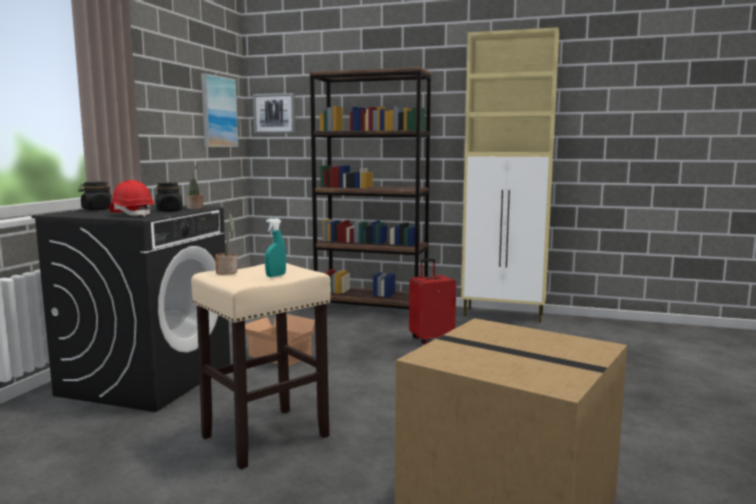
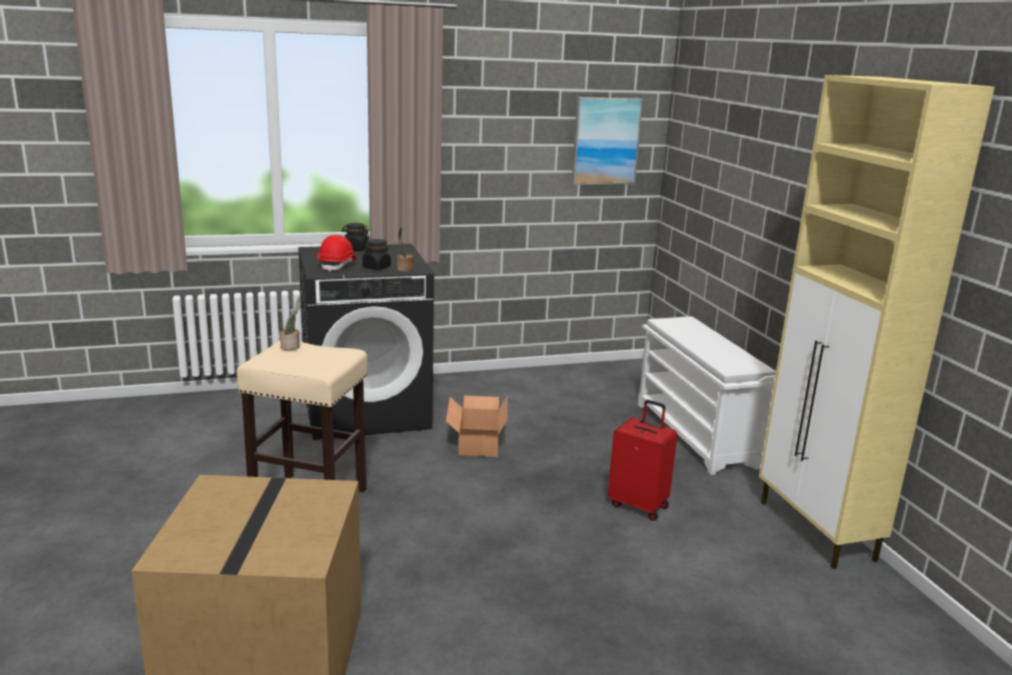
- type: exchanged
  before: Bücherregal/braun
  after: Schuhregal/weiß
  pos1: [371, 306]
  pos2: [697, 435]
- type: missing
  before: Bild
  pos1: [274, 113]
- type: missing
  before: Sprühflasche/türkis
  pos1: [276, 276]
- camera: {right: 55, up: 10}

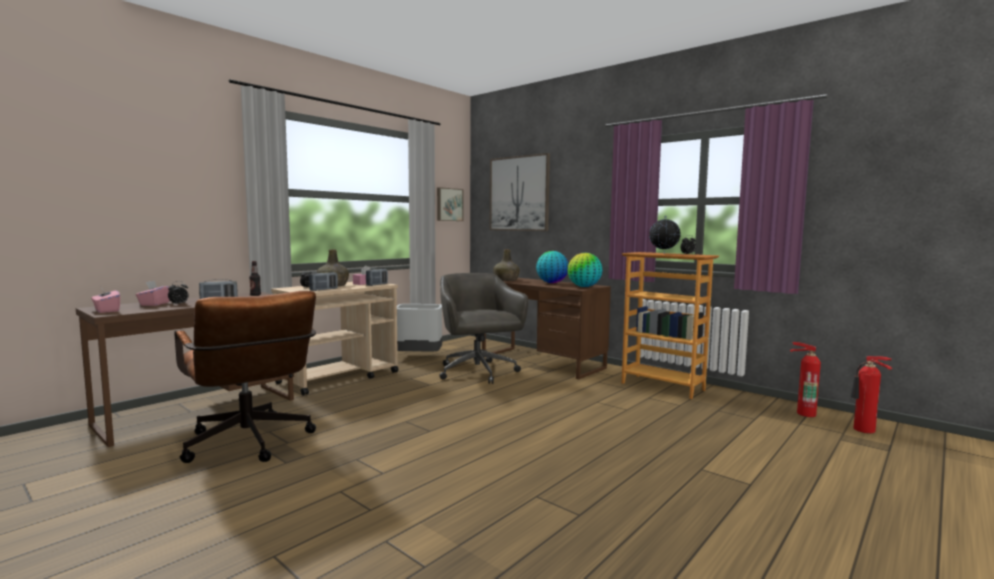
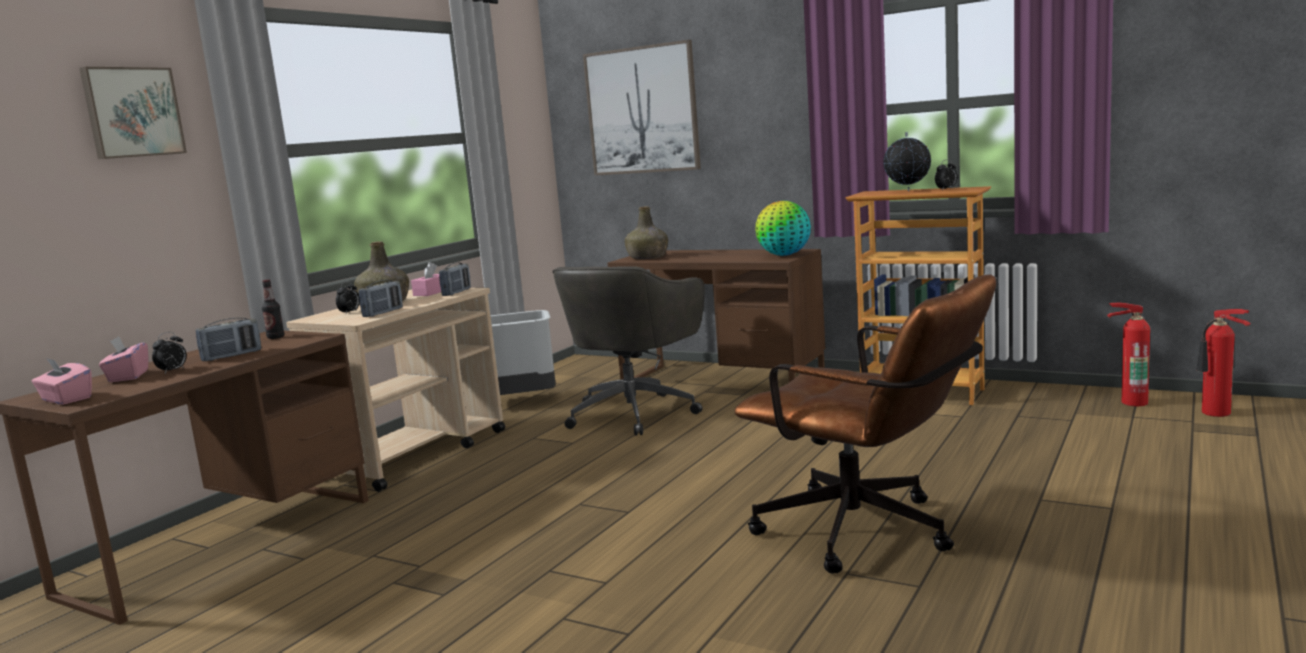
- type: relocated
  before: Bild
  pos1: [449, 204]
  pos2: [132, 112]
- type: spun
  before: Bürostuhl/grau
  pos1: [478, 373]
  pos2: [634, 413]
  turn: -120
- type: relocated
  before: Bürostuhl/braun
  pos1: [250, 445]
  pos2: [869, 534]
- type: missing
  before: Globus
  pos1: [551, 283]
- camera: {right: -10, up: 5}

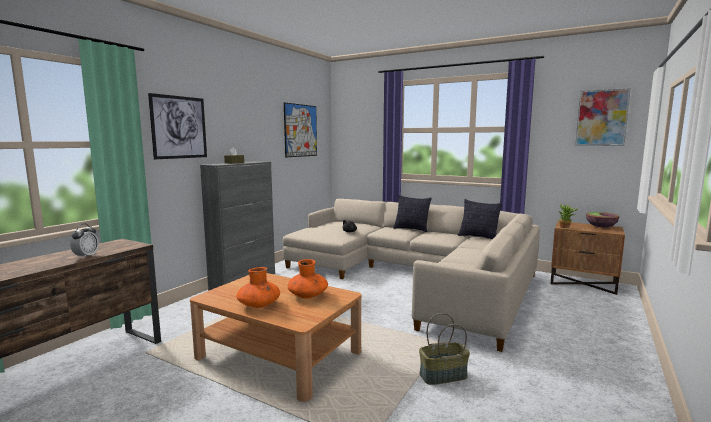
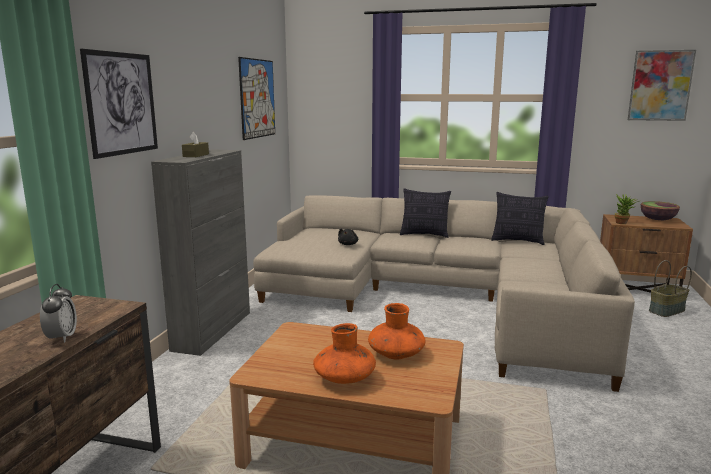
- type: relocated
  before: Korb
  pos1: [443, 376]
  pos2: [667, 311]
- camera: {right: -15, up: 5}

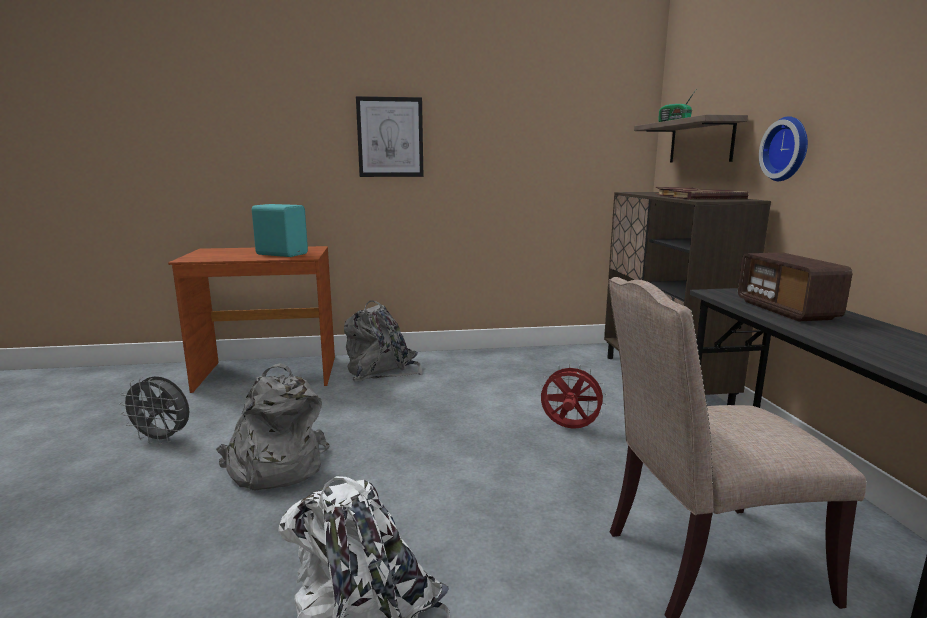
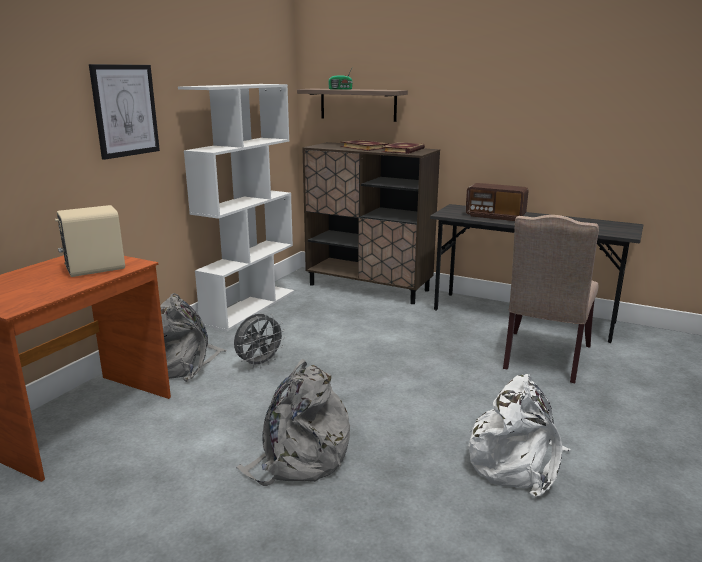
- type: colour
  before: Lautsprecher/türkis
  after: Lautsprecher/beige
  pos1: [282, 254]
  pos2: [94, 269]
- type: appeared
  after: Bücherregal/weiß
  pos2: [250, 307]
- type: relocated
  before: Ventilator/grau
  pos1: [162, 439]
  pos2: [259, 364]
- type: missing
  before: Ventilator/rot
  pos1: [569, 429]
- type: missing
  before: Wanduhr
  pos1: [788, 149]
- camera: {right: -55, up: 5}

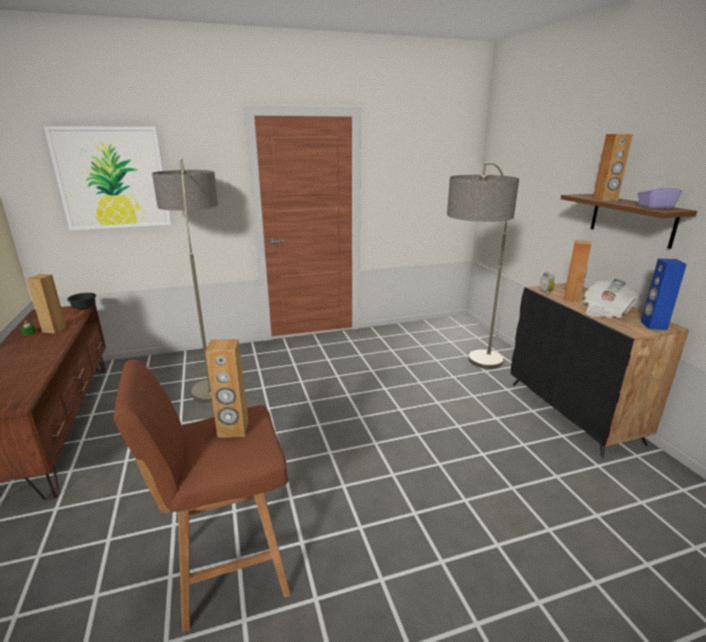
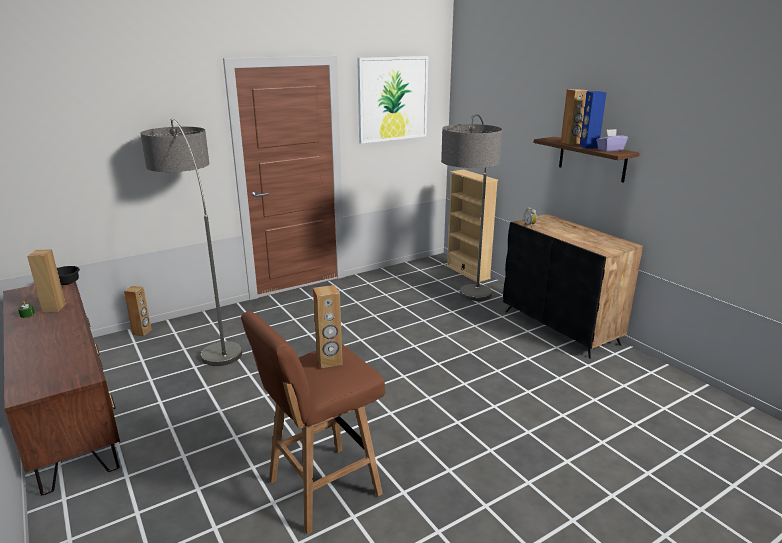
- type: relocated
  before: Lautsprecher/braun
  pos1: [571, 298]
  pos2: [142, 332]
- type: relocated
  before: Bild
  pos1: [112, 178]
  pos2: [392, 99]
- type: appeared
  after: Bücherregal/beige
  pos2: [468, 272]
- type: relocated
  before: Lautsprecher/blau
  pos1: [653, 325]
  pos2: [588, 147]
- type: missing
  before: Zeitung
  pos1: [605, 311]
- camera: {right: -15, up: 0}

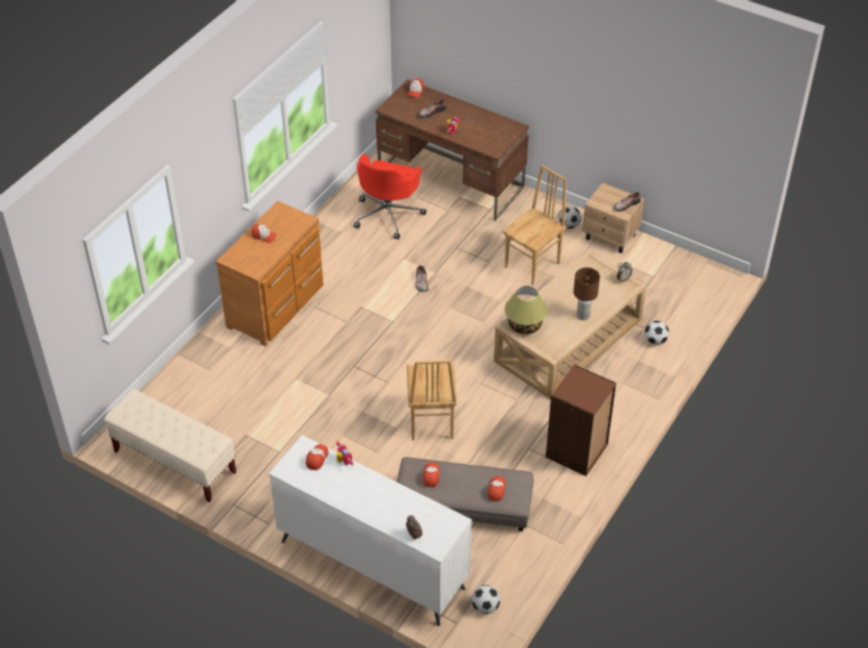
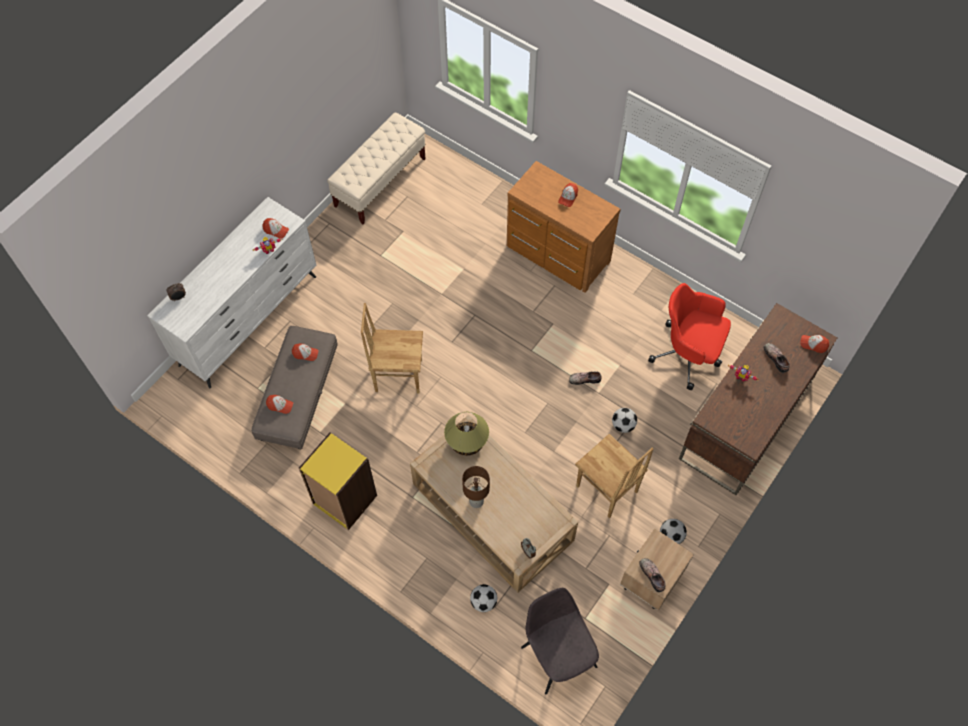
- type: colour
  before: Bücherregal/braun
  after: Bücherregal/gelb
  pos1: [577, 451]
  pos2: [344, 500]
- type: appeared
  after: Stuhl/grau
  pos2: [558, 655]
- type: relocated
  before: Fußball
  pos1: [485, 607]
  pos2: [623, 425]
- camera: {right: 95, up: 15}

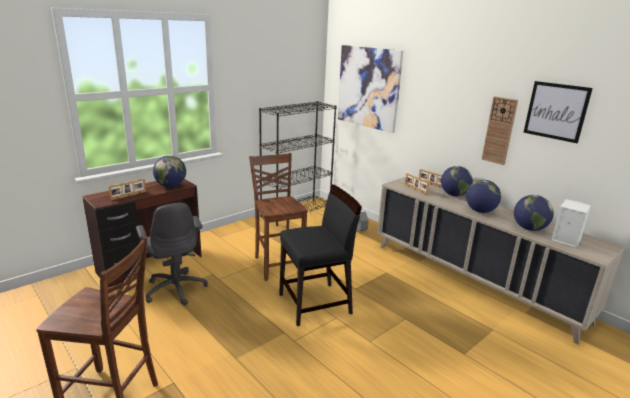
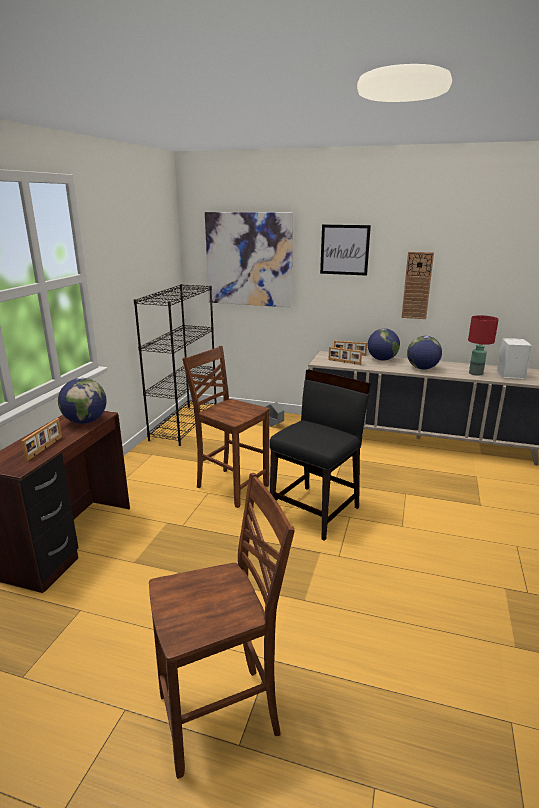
- type: relocated
  before: Bild
  pos1: [556, 111]
  pos2: [344, 250]
- type: exchanged
  before: Globus
  after: Tischlampe/rot
  pos1: [529, 229]
  pos2: [476, 373]
- type: missing
  before: Bürostuhl/grau
  pos1: [176, 288]
- camera: {right: -30, up: 0}

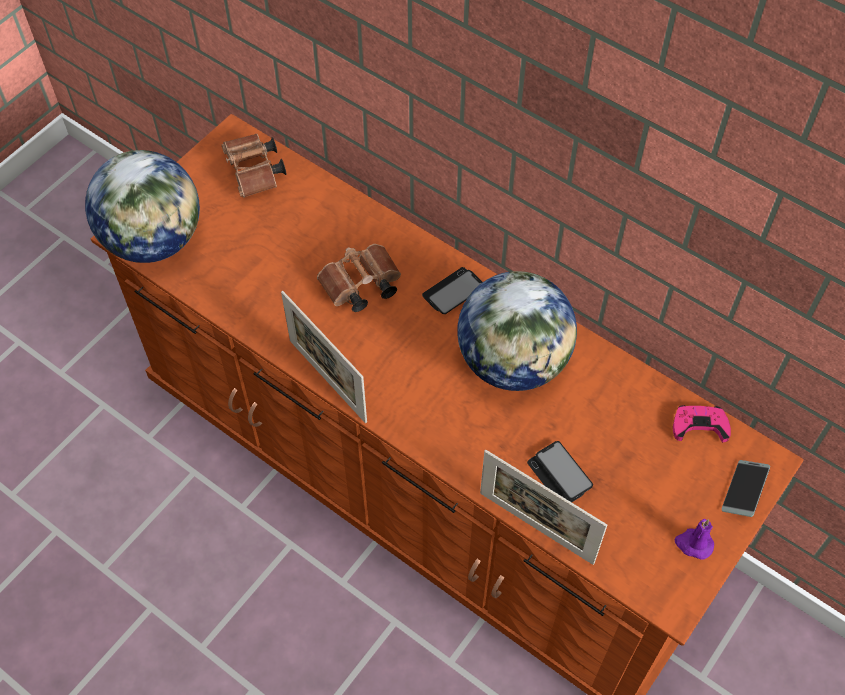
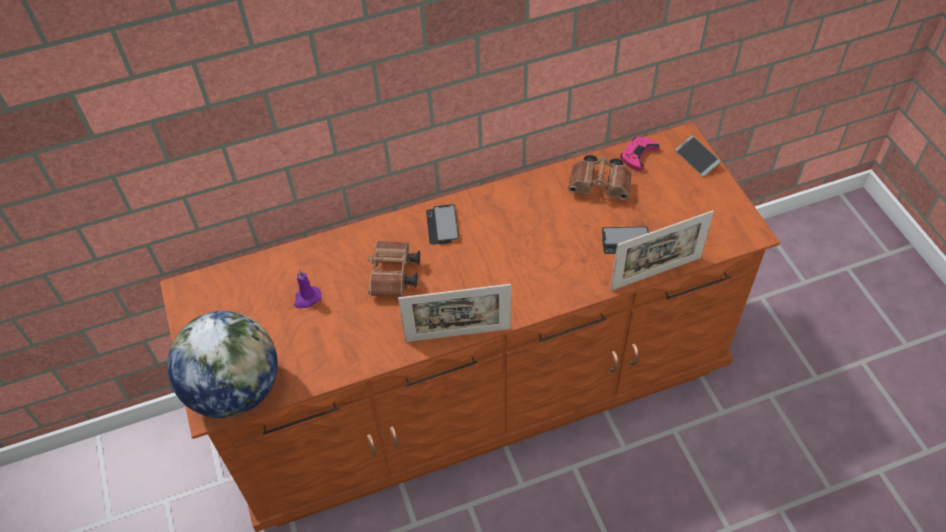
- type: relocated
  before: Kerze/lila
  pos1: [693, 544]
  pos2: [307, 298]
- type: relocated
  before: Fernglas/braun
  pos1: [255, 174]
  pos2: [601, 186]
- type: missing
  before: Globus
  pos1: [513, 361]
- camera: {right: -55, up: -5}

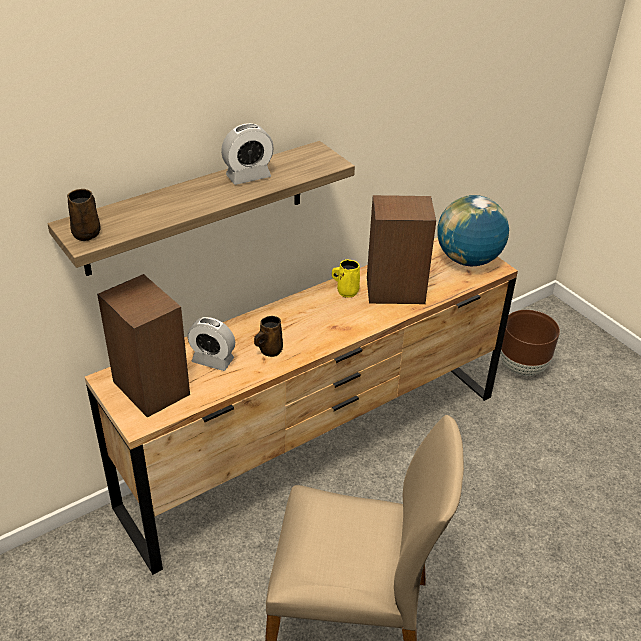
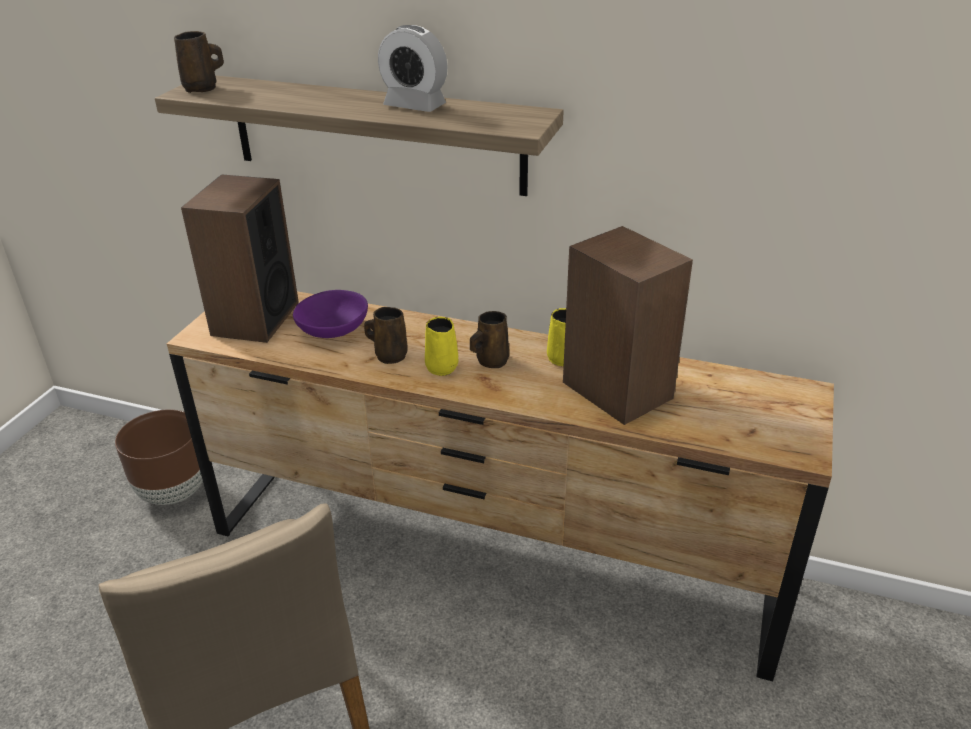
- type: relocated
  before: Pflanzkübel/braun
  pos1: [522, 367]
  pos2: [174, 492]
- type: exchanged
  before: Wecker
  after: Schüssel/lila
  pos1: [213, 360]
  pos2: [334, 331]
- type: appeared
  after: Henkelbecher/gelb
  pos2: [442, 366]
- type: appeared
  after: Henkelbecher/braun
  pos2: [490, 361]
- type: missing
  before: Globus
  pos1: [468, 259]
- camera: {right: 55, up: -5}

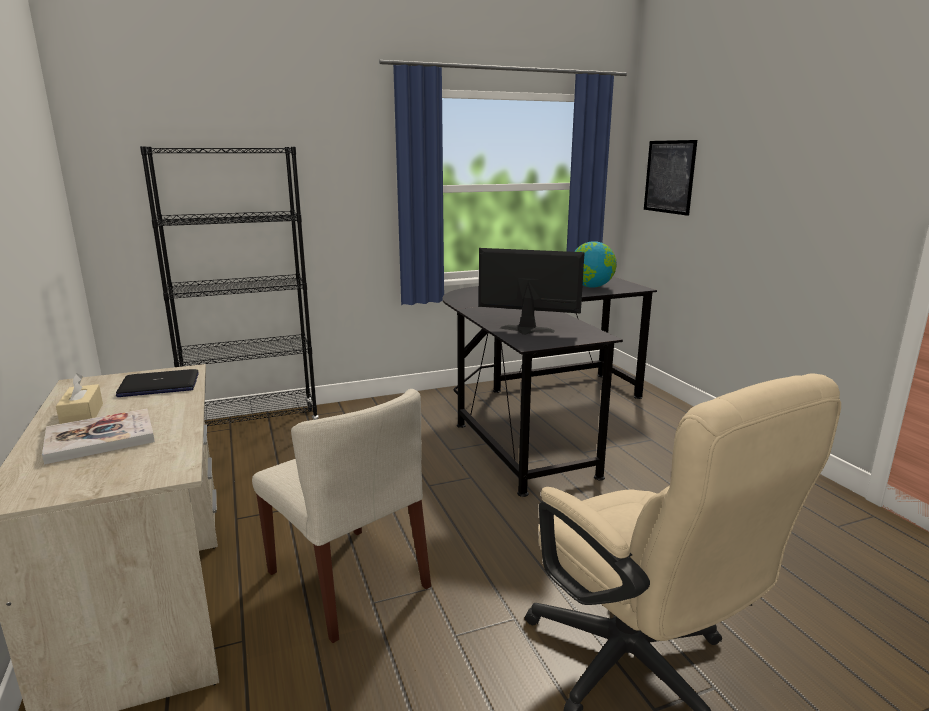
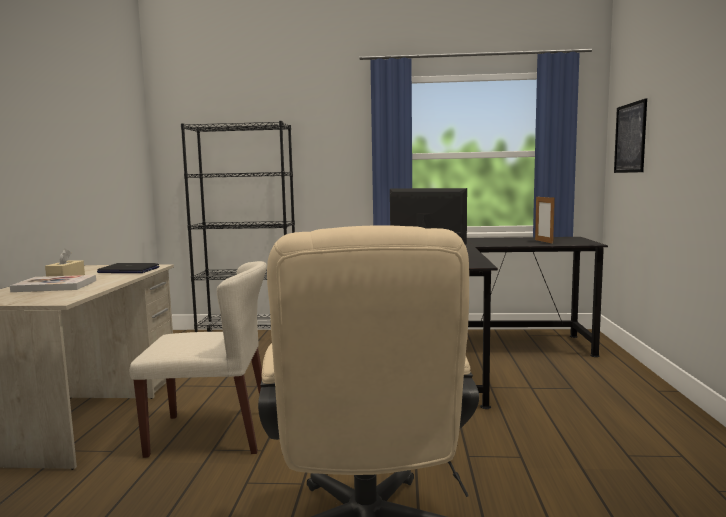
- type: spun
  before: Stuhl/beige
  pos1: [349, 580]
  pos2: [212, 433]
  turn: -75
- type: exchanged
  before: Globus
  after: Bilderrahmen
  pos1: [591, 287]
  pos2: [543, 241]
- camera: {right: 25, up: -10}

